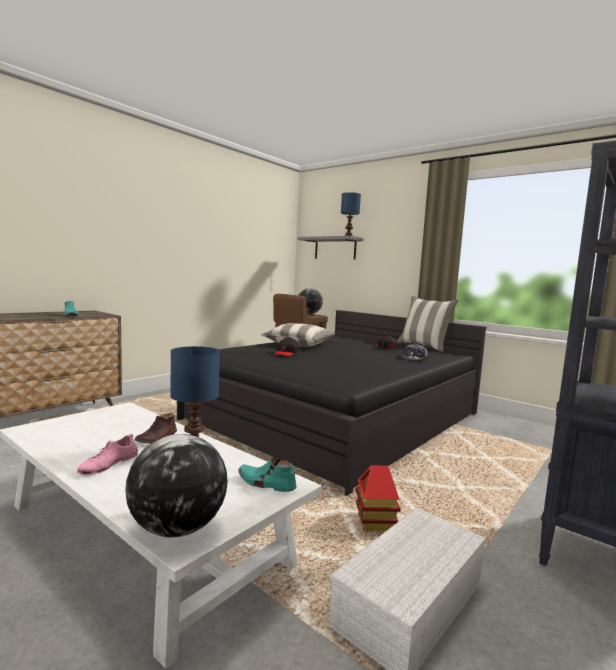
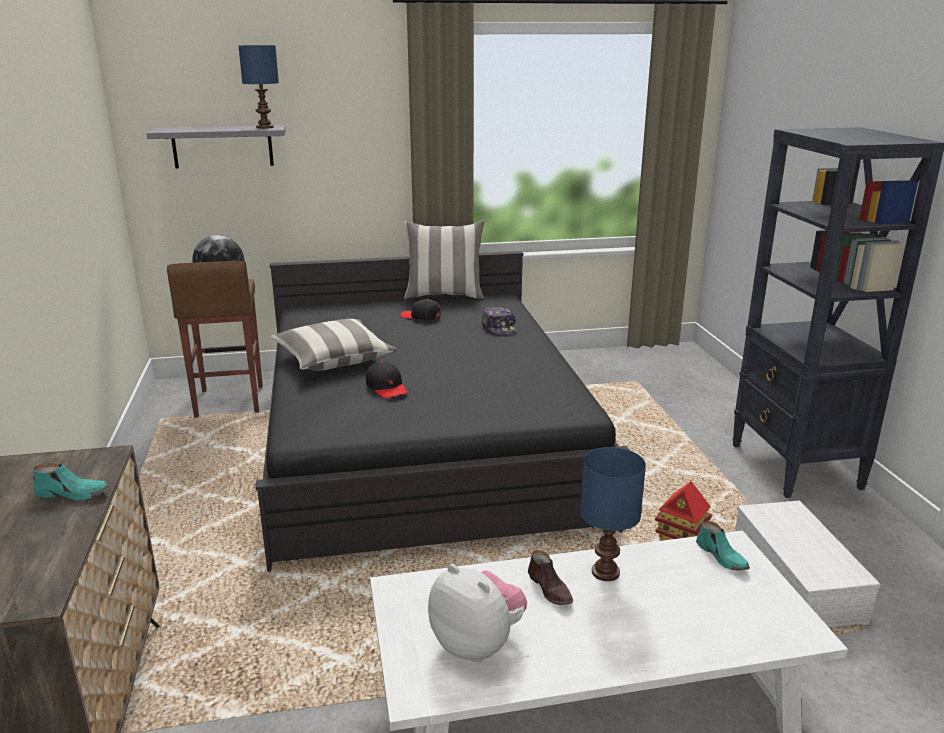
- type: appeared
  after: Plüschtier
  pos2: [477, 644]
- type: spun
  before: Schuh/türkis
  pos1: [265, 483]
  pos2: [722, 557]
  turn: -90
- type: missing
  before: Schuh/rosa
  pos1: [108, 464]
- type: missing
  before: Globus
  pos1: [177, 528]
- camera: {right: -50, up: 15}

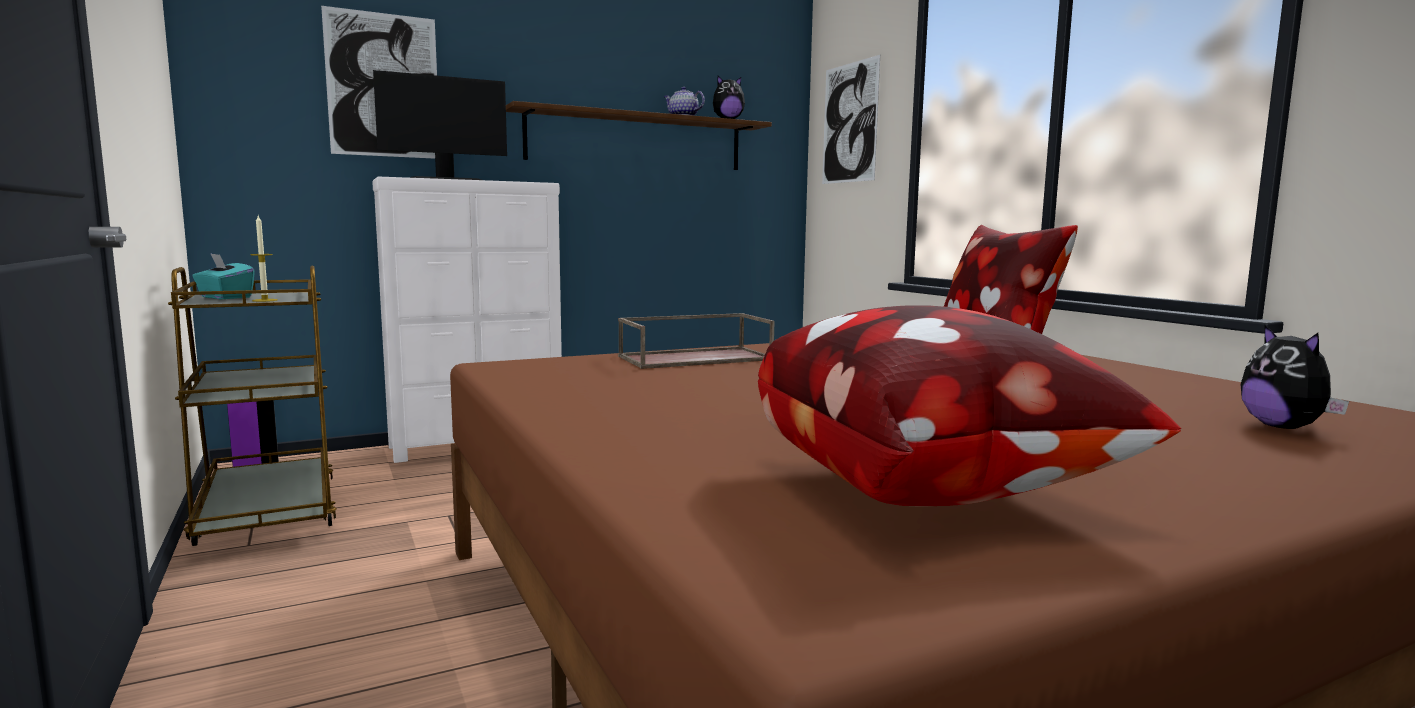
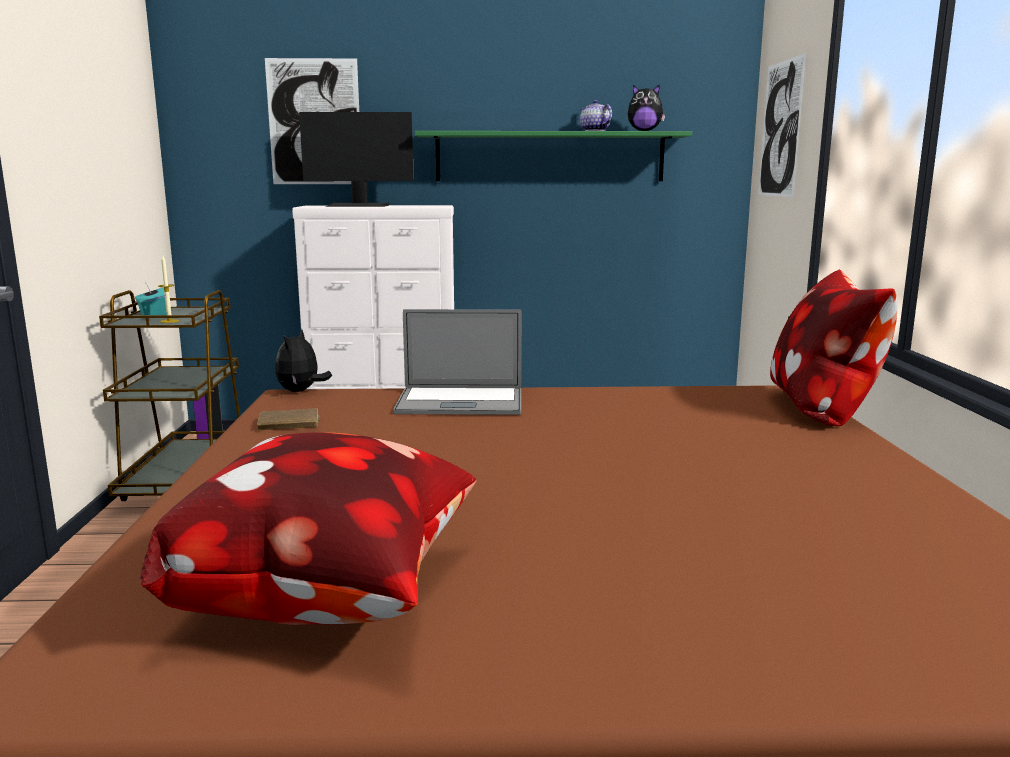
- type: appeared
  after: Buch/braun
  pos2: [288, 424]
- type: relocated
  before: Plüschtier
  pos1: [1284, 427]
  pos2: [301, 391]
- type: exchanged
  before: Tablett/braun
  after: Laptop
  pos1: [696, 358]
  pos2: [460, 402]
- type: colour
  before: Wandregal/braun
  after: Wandregal/grün
  pos1: [637, 141]
  pos2: [550, 157]
- camera: {right: 25, up: 5}

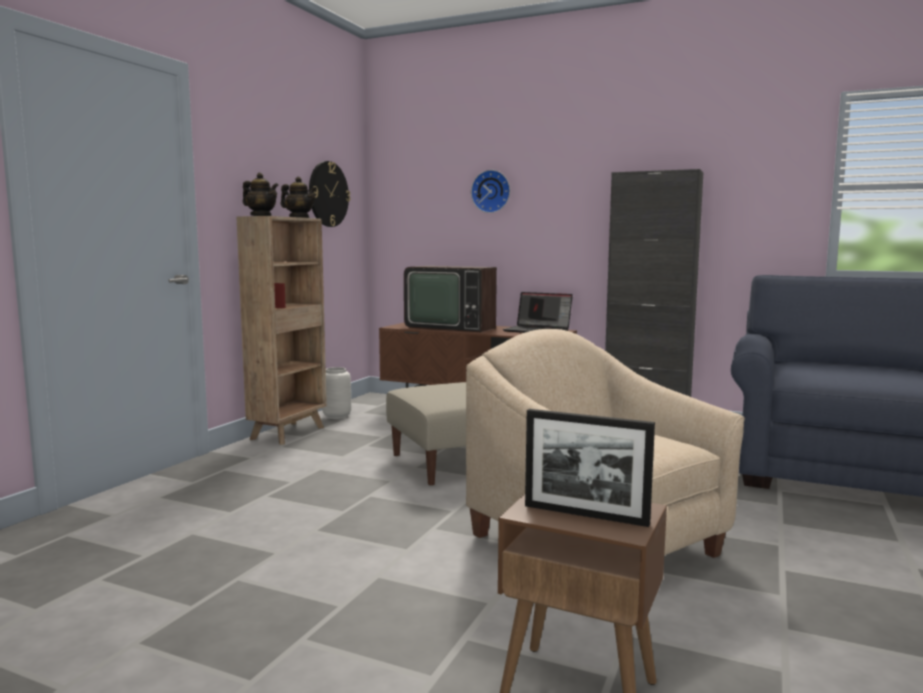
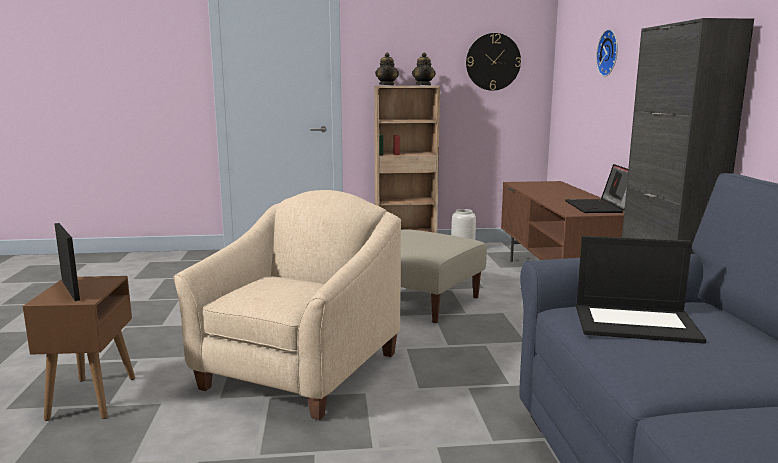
- type: spun
  before: Bilderrahmen
  pos1: [585, 515]
  pos2: [70, 290]
  turn: 150
- type: appeared
  after: Laptop
  pos2: [636, 323]
- type: missing
  before: Fernseher
  pos1: [451, 327]
- camera: {right: 60, up: 5}

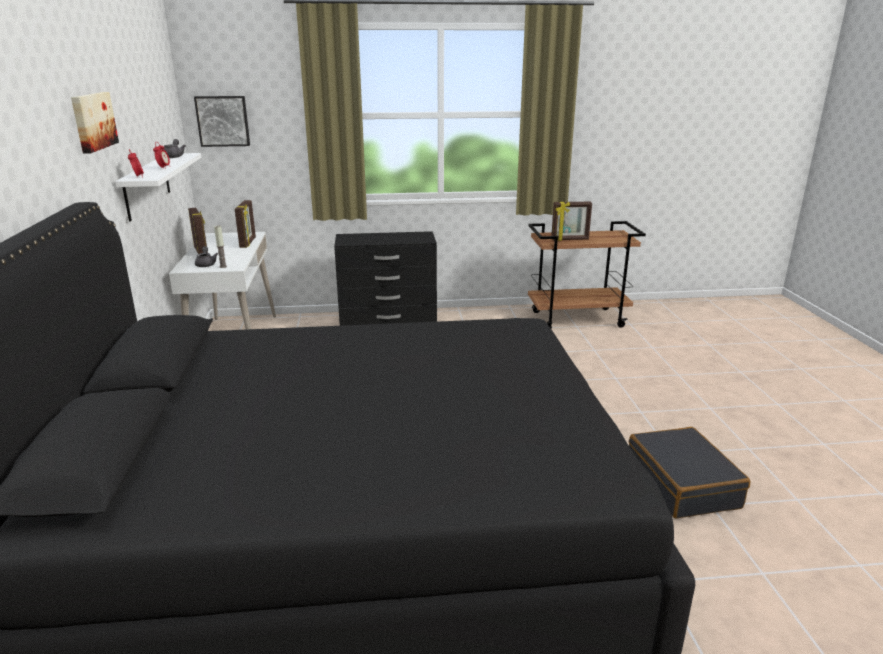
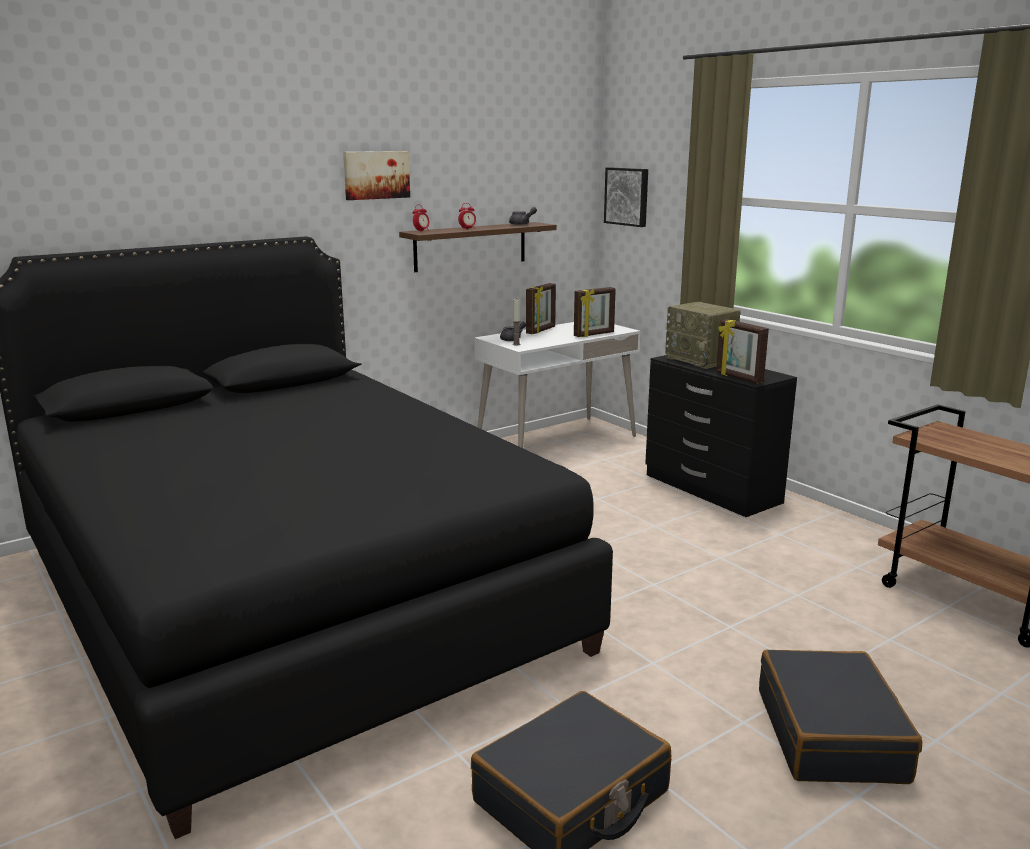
- type: colour
  before: Wandregal/weiß
  after: Wandregal/braun
  pos1: [147, 185]
  pos2: [470, 246]
- type: appeared
  after: Radio
  pos2: [701, 360]
- type: relocated
  before: Bilderrahmen
  pos1: [570, 239]
  pos2: [738, 378]
- type: appeared
  after: Koffer/schwarz
  pos2: [831, 735]
- camera: {right: 60, up: -5}

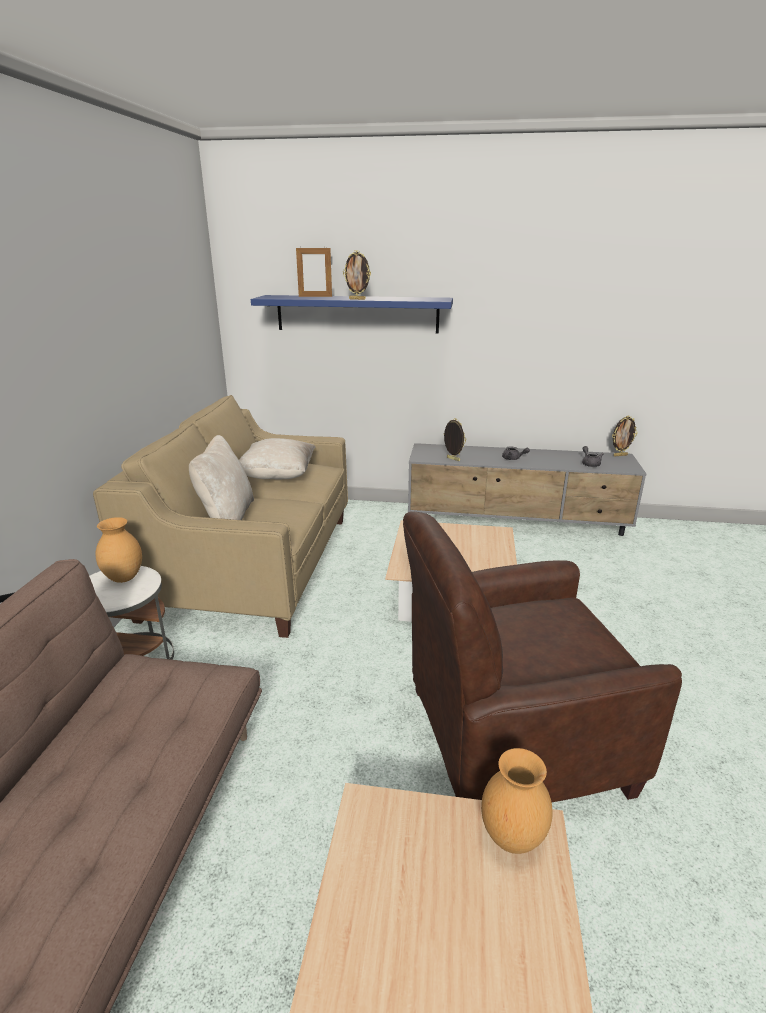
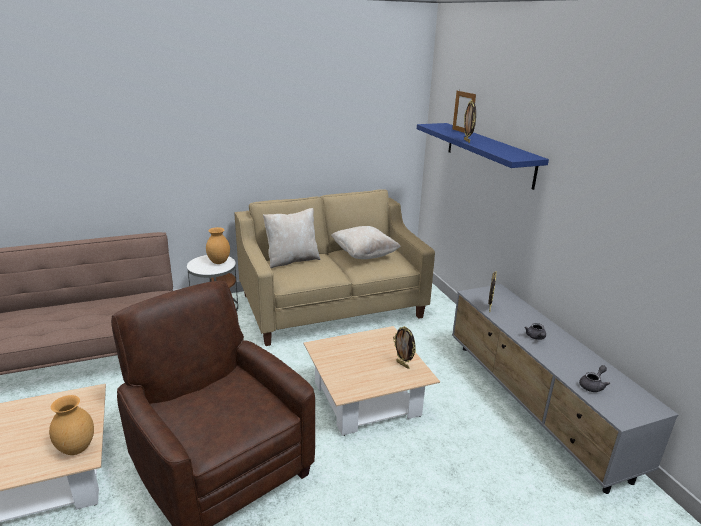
- type: relocated
  before: Bilderrahmen
  pos1: [620, 455]
  pos2: [403, 365]
- camera: {right: 60, up: 0}

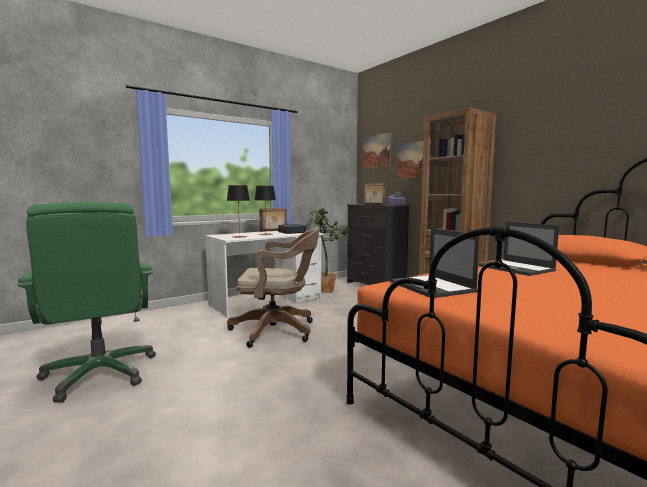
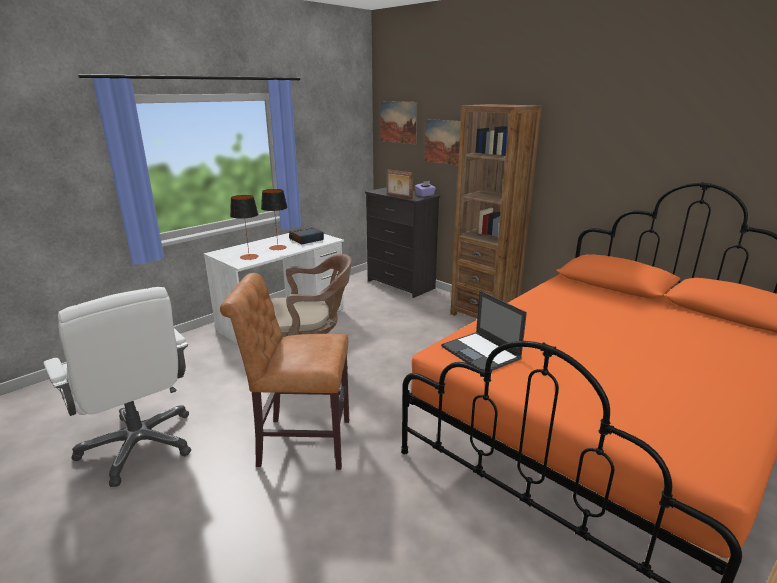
- type: colour
  before: Bürostuhl/grün
  after: Bürostuhl/weiß
  pos1: [100, 374]
  pos2: [139, 445]
- type: appeared
  after: Stuhl/braun
  pos2: [299, 442]
- type: missing
  before: Bilderrahmen
  pos1: [273, 231]
- type: missing
  before: Topfpflanze
  pos1: [328, 291]
- type: missing
  before: Laptop
  pos1: [517, 268]
- camera: {right: -10, up: 15}

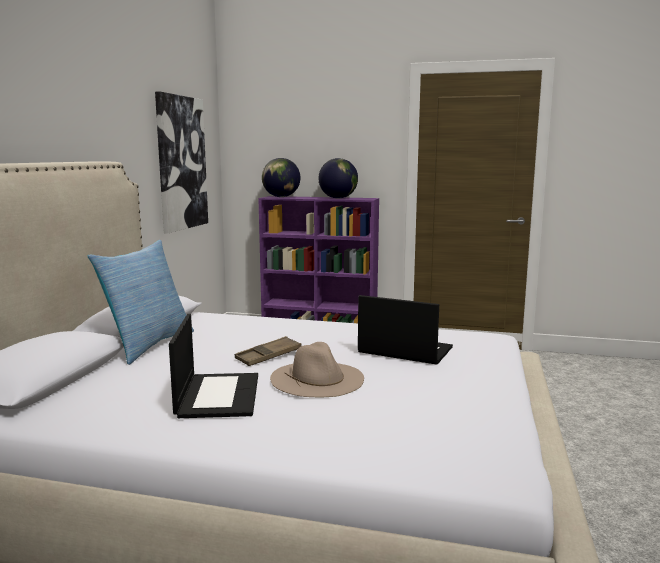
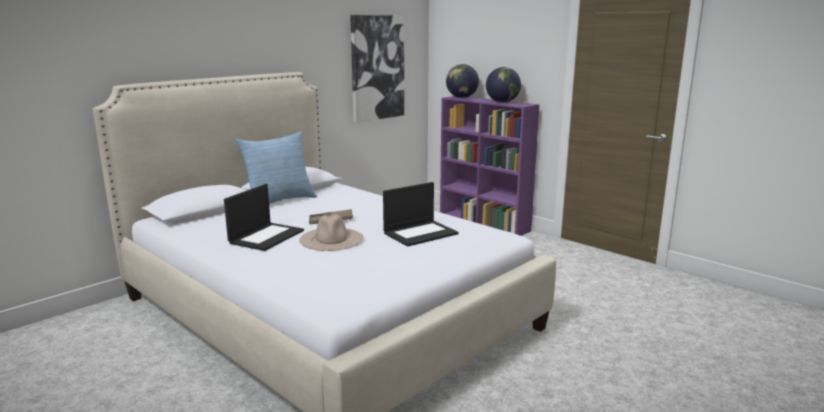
- type: spun
  before: Laptop
  pos1: [404, 350]
  pos2: [420, 233]
  turn: 90
- camera: {right: 30, up: 5}

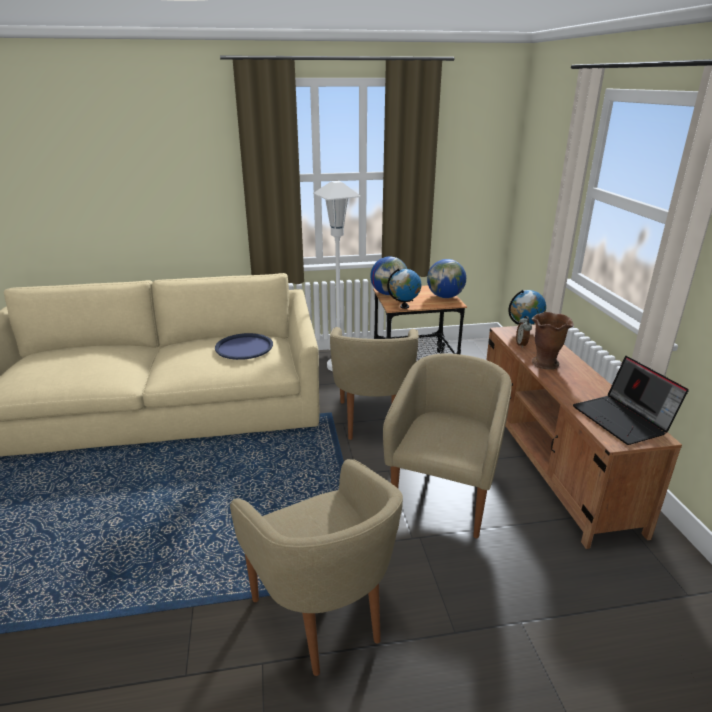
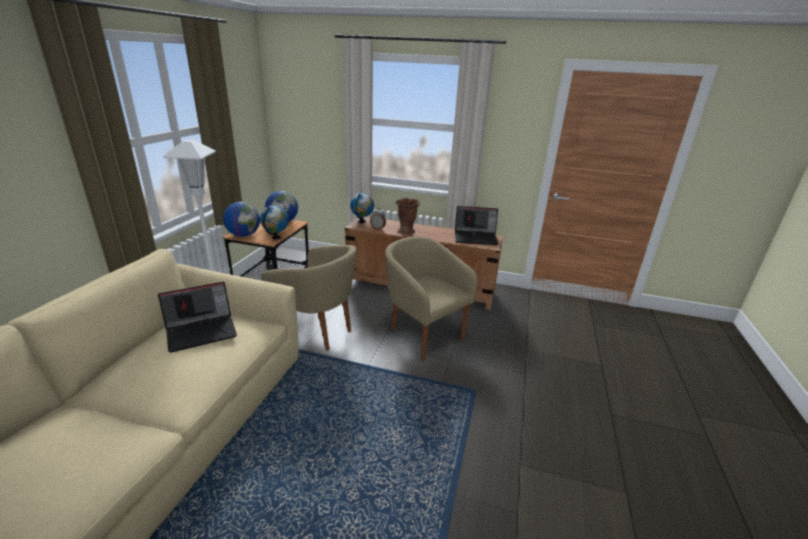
- type: exchanged
  before: Tablett/blau
  after: Laptop
  pos1: [244, 347]
  pos2: [202, 331]
- type: missing
  before: Sessel/beige
  pos1: [323, 616]
- camera: {right: -65, up: 0}

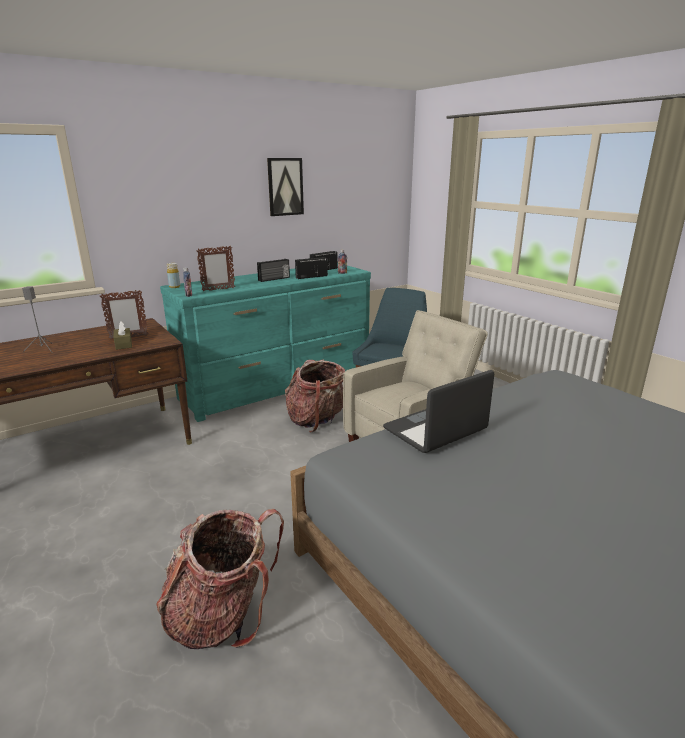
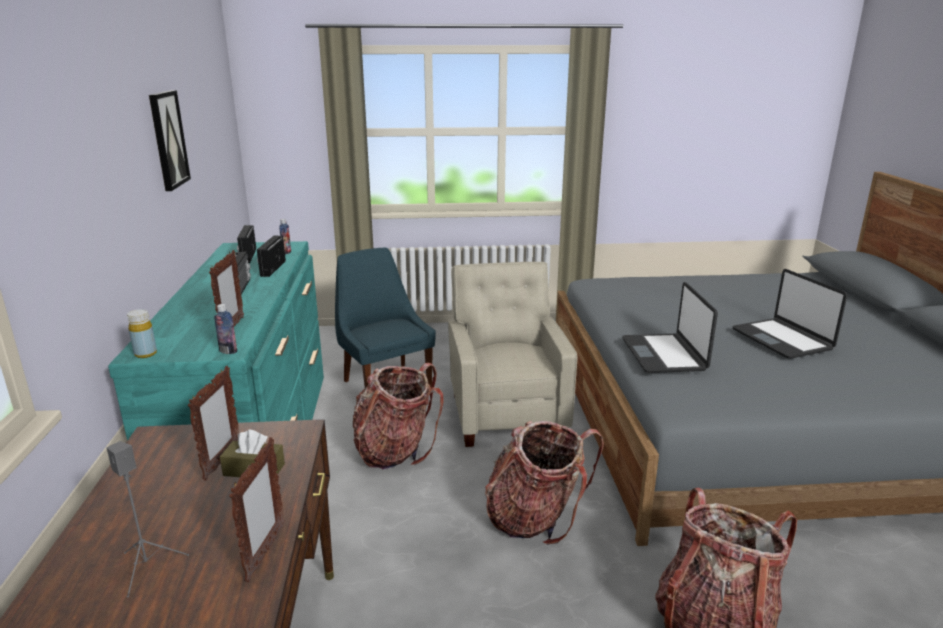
- type: appeared
  after: Bilderrahmen
  pos2: [265, 553]
- type: appeared
  after: Rucksack
  pos2: [536, 518]
- type: appeared
  after: Laptop
  pos2: [782, 339]
- camera: {right: -60, up: 0}

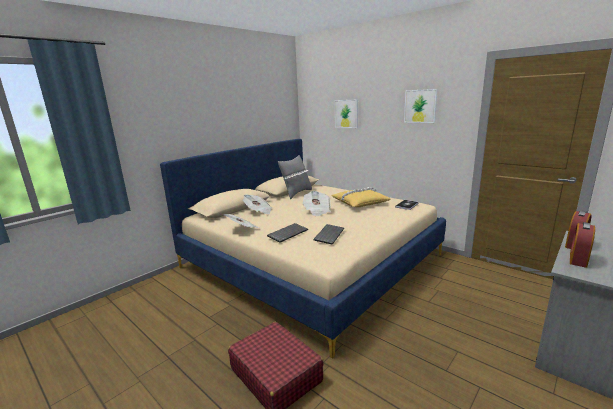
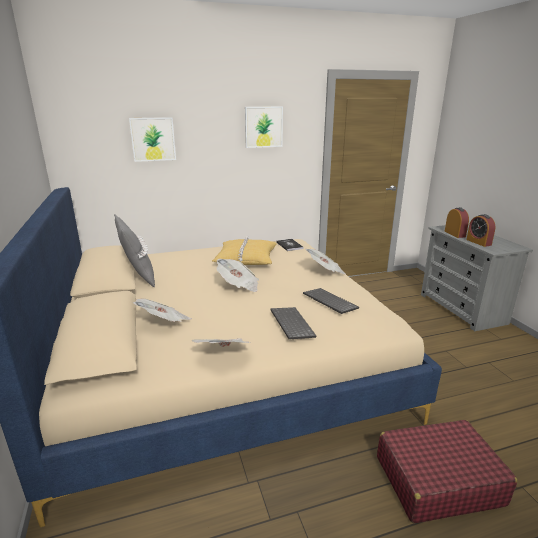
- type: appeared
  after: Zeitung
  pos2: [325, 271]
- camera: {right: -60, up: 5}

